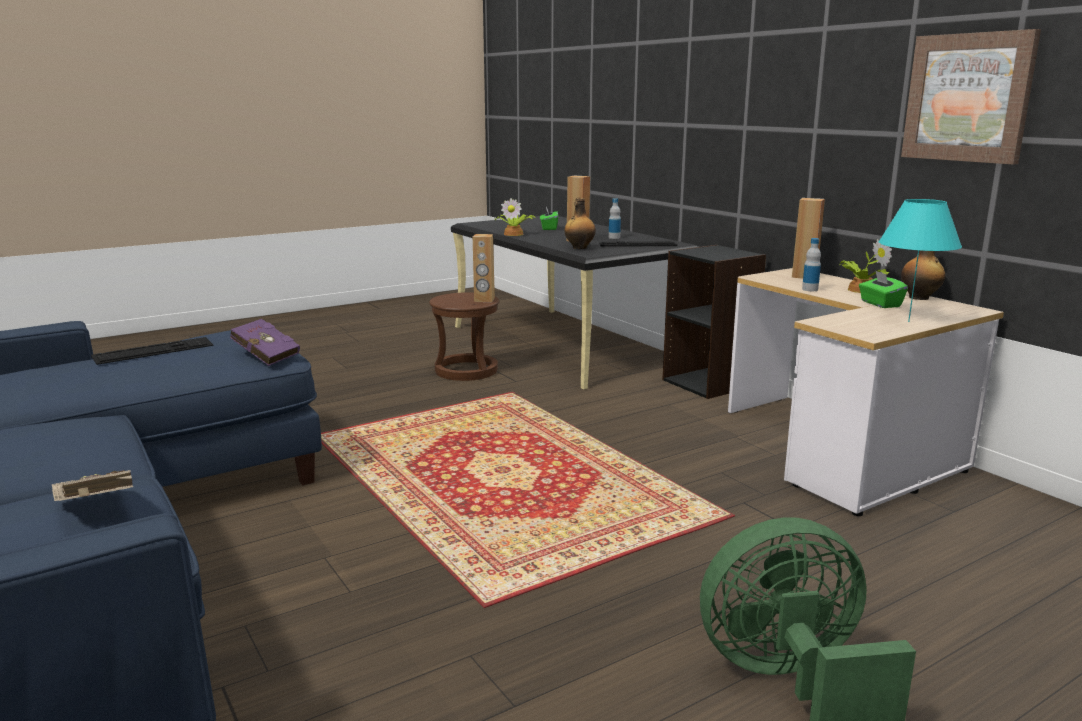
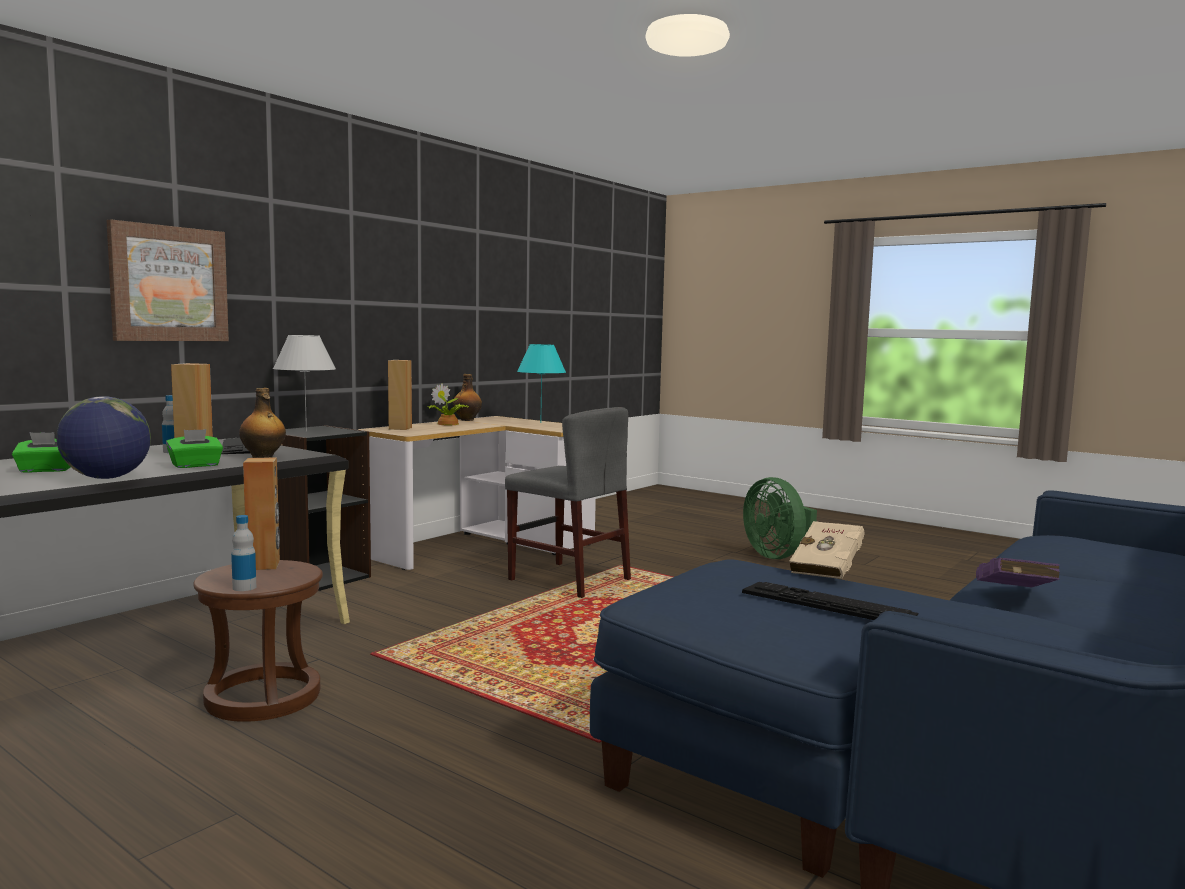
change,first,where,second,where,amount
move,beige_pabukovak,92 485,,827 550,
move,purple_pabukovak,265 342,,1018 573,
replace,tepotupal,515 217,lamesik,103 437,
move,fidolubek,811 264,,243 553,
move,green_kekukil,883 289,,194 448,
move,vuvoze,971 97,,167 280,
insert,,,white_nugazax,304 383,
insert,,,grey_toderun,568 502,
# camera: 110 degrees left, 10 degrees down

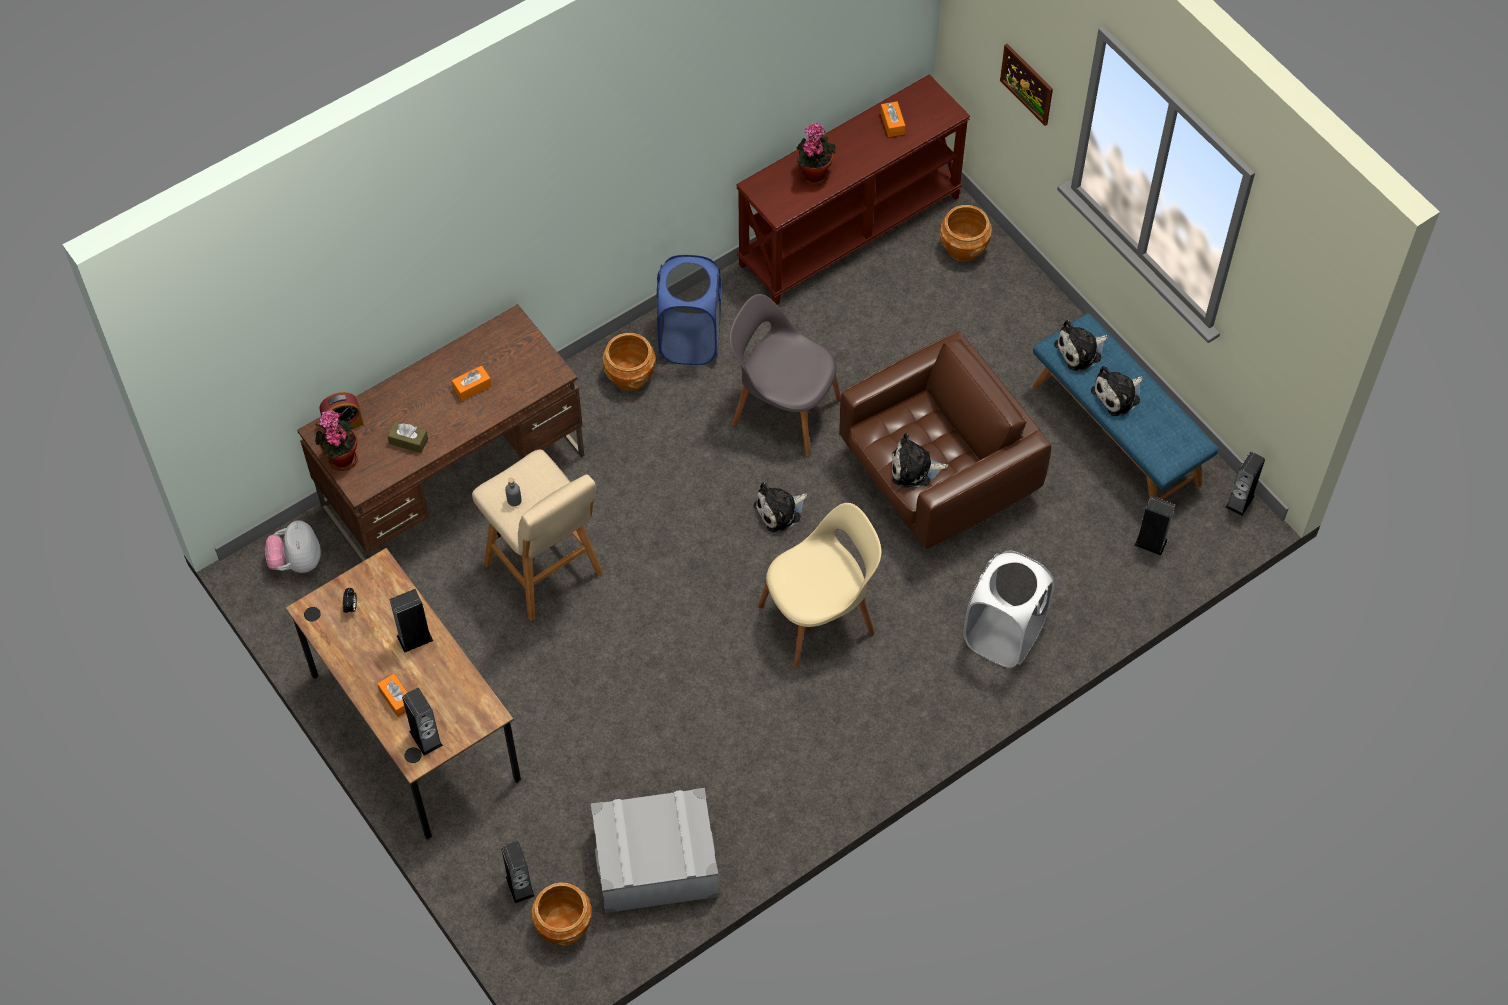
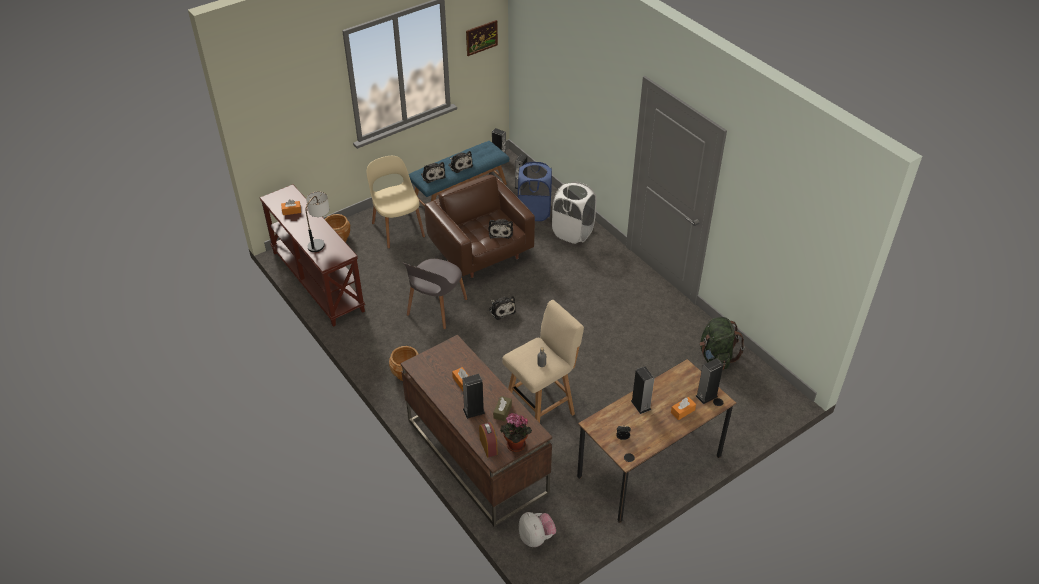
change,first,where,second,where,amount
rotate,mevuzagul,293 546,,537 529,105 degrees counterclockwise
move,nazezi,518 872,,473 396,
delete,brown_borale,562 914,,,
replace,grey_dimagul,655 850,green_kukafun,722 343,
move,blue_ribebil,688 310,,535 191,
move,beige_toderun,819 586,,396 202,
replace,tepotupal,816 153,nugazax,318 221,
move,vuvoze,1026 85,,482 38,
# camera: 90 degrees left, 15 degrees down

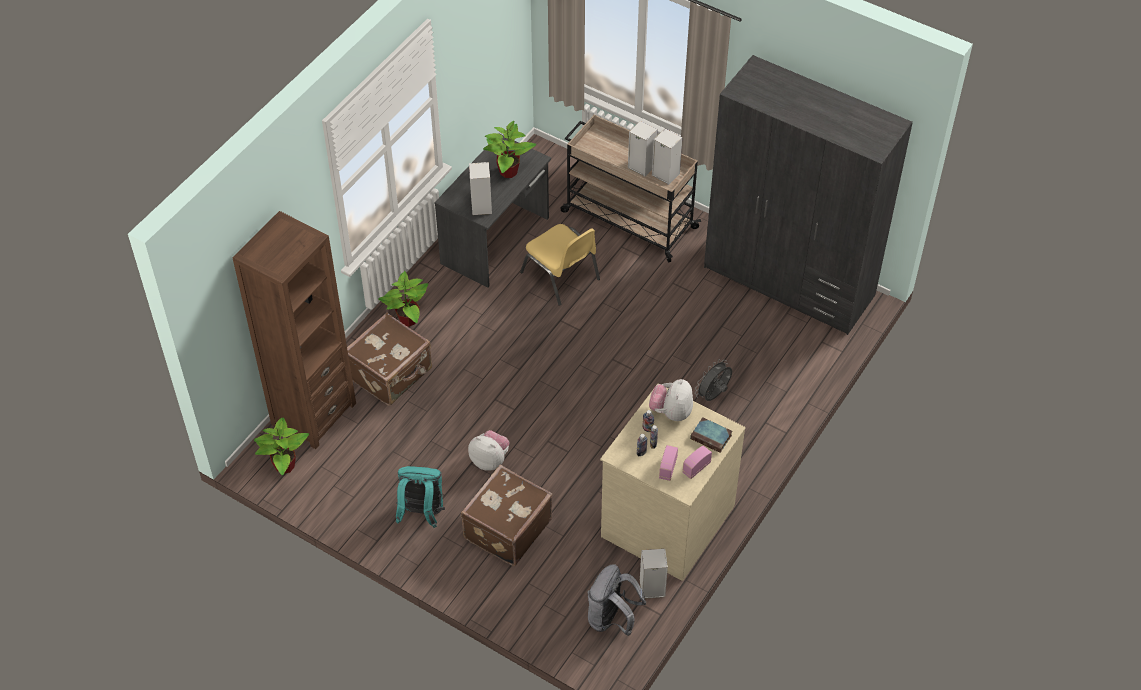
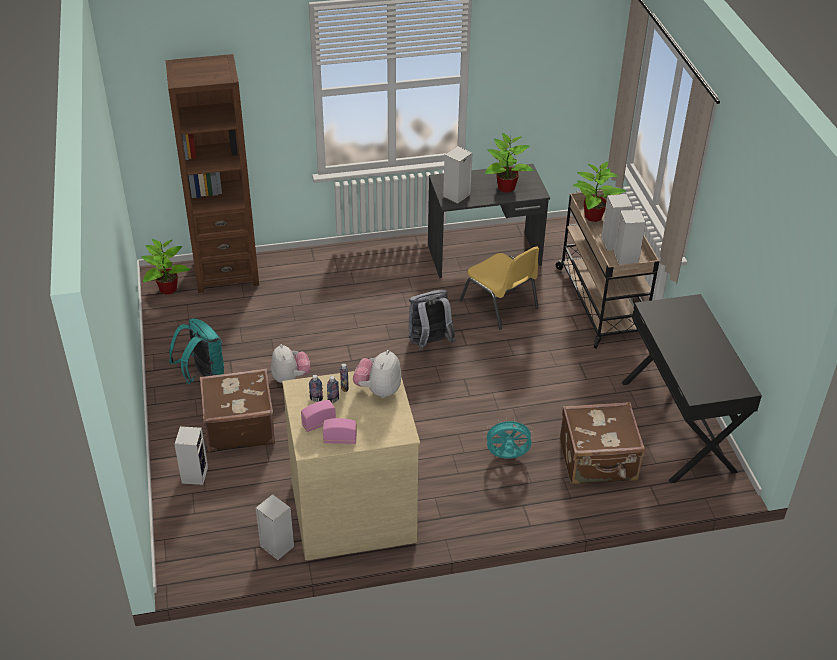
change,first,where,second,where,amount
move,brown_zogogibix,389 359,,602 443,
move,tepotupal,403 299,,599 192,
rotate,yellow_toderun,560 265,,499 288,45 degrees counterclockwise
move,grey_kukafun,616 600,,432 320,
rotate,mevuzagul,671 400,,377 374,45 degrees counterclockwise
delete,pabukovak,711 435,,,
recolor,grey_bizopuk,713 380,turquoise_bizopuk,509 438,
replace,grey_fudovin,808 195,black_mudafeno,692 388,
insert,,,nazezi,191 455,
# camera: 45 degrees right, 10 degrees down

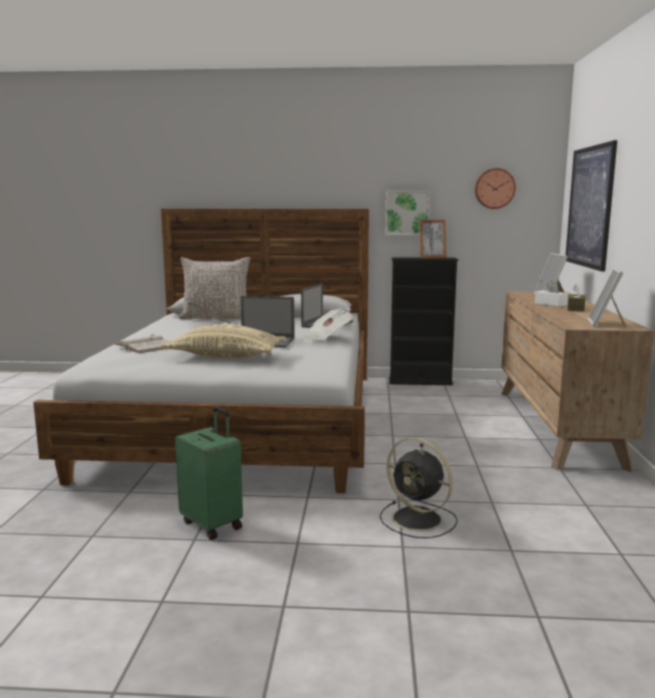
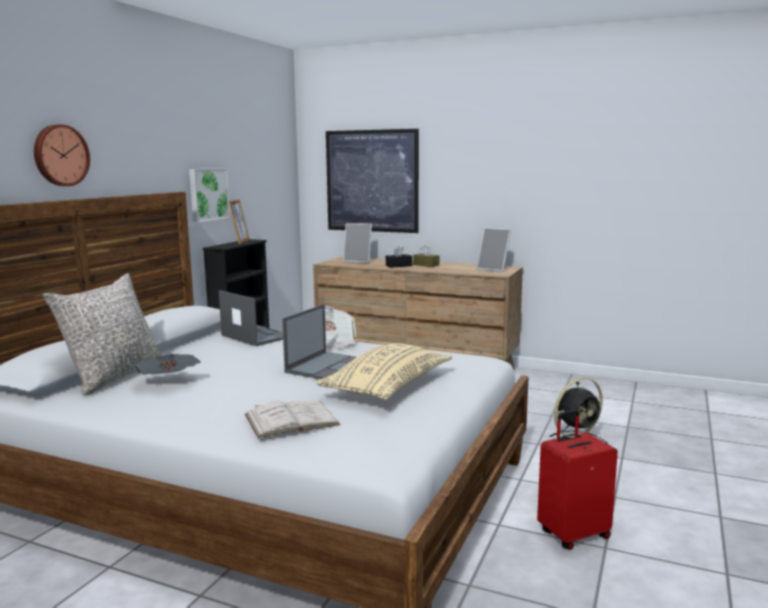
change,first,where,second,where,amount
recolor,green_zogogibix,209 473,red_zogogibix,577 480,
move,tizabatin,495 188,,62 155,
recolor,white_kekukil,551 294,black_kekukil,399 257,
# camera: 70 degrees left, 0 degrees up

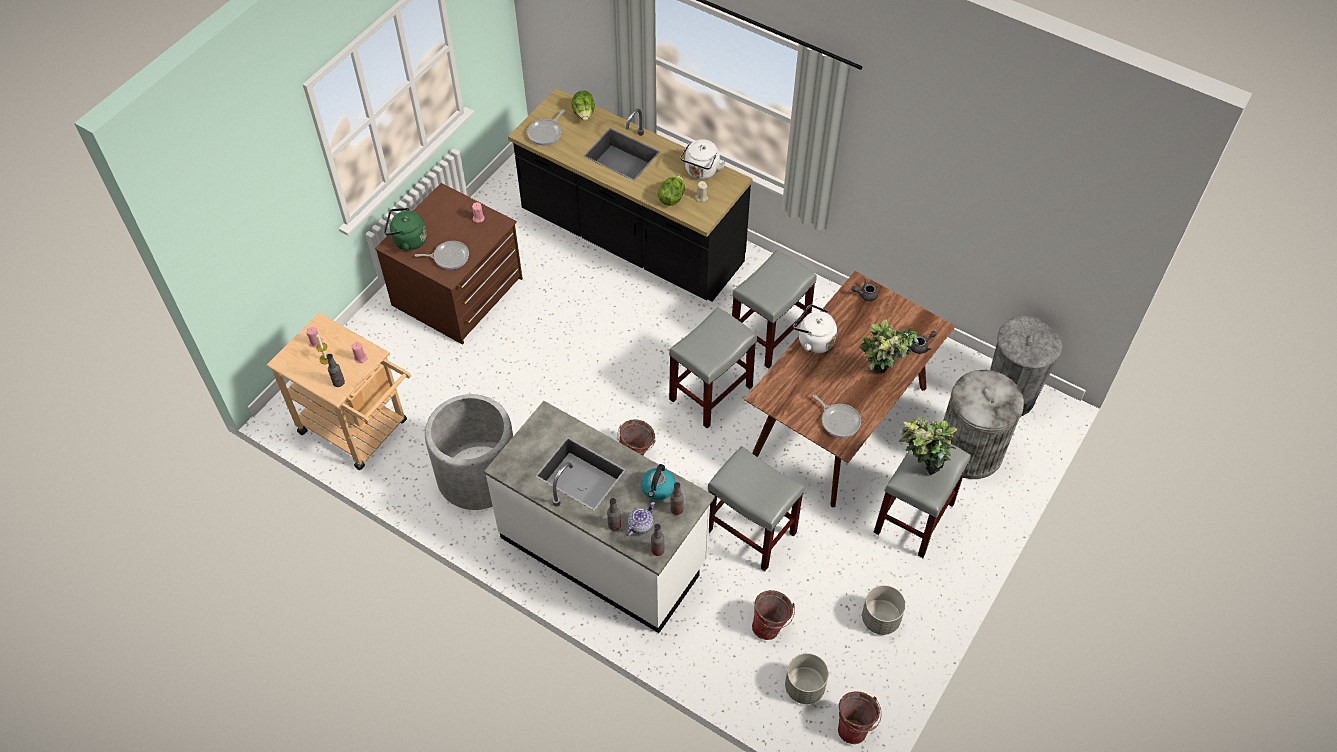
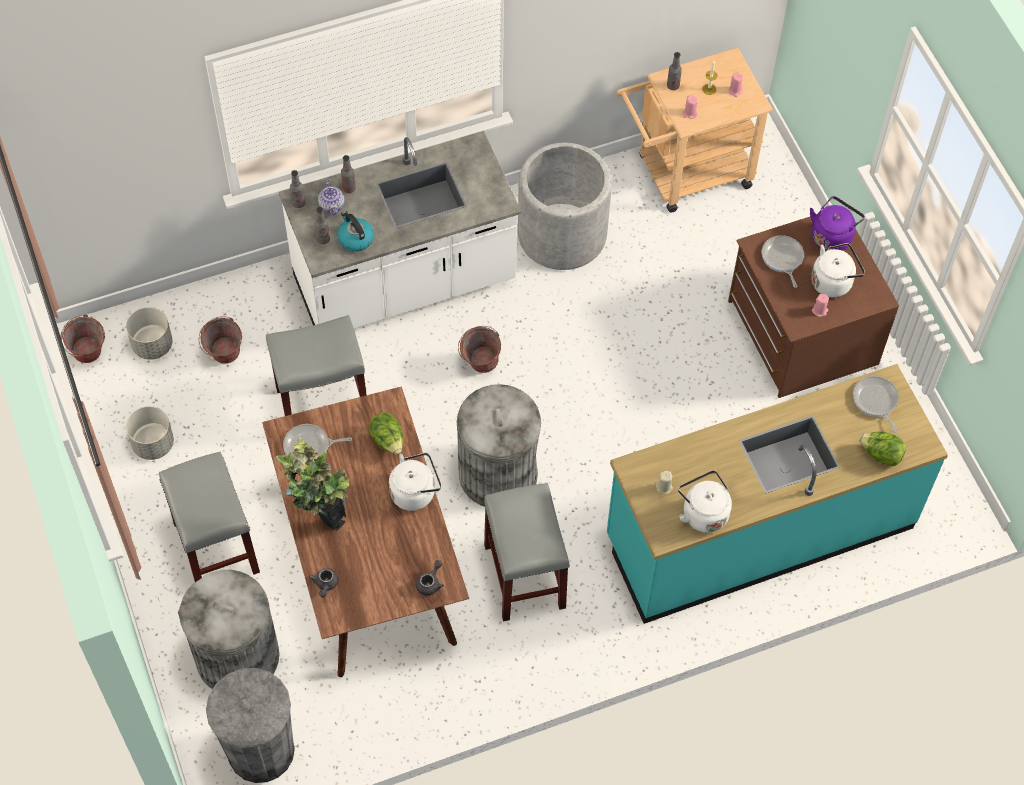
change,first,where,second,where,amount
recolor,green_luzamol,405 229,purple_luzamol,837 223,
rotate,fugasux,442 255,,783 261,135 degrees clockwise
recolor,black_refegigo,630 195,turquoise_refegigo,777 494,
move,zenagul,671 191,,386 433,
replace,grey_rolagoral,713 368,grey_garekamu,499 445,
delete,tepotupal,928 445,,,
insert,,,white_luzamol,838 270,
# camera: 125 degrees right, 5 degrees up

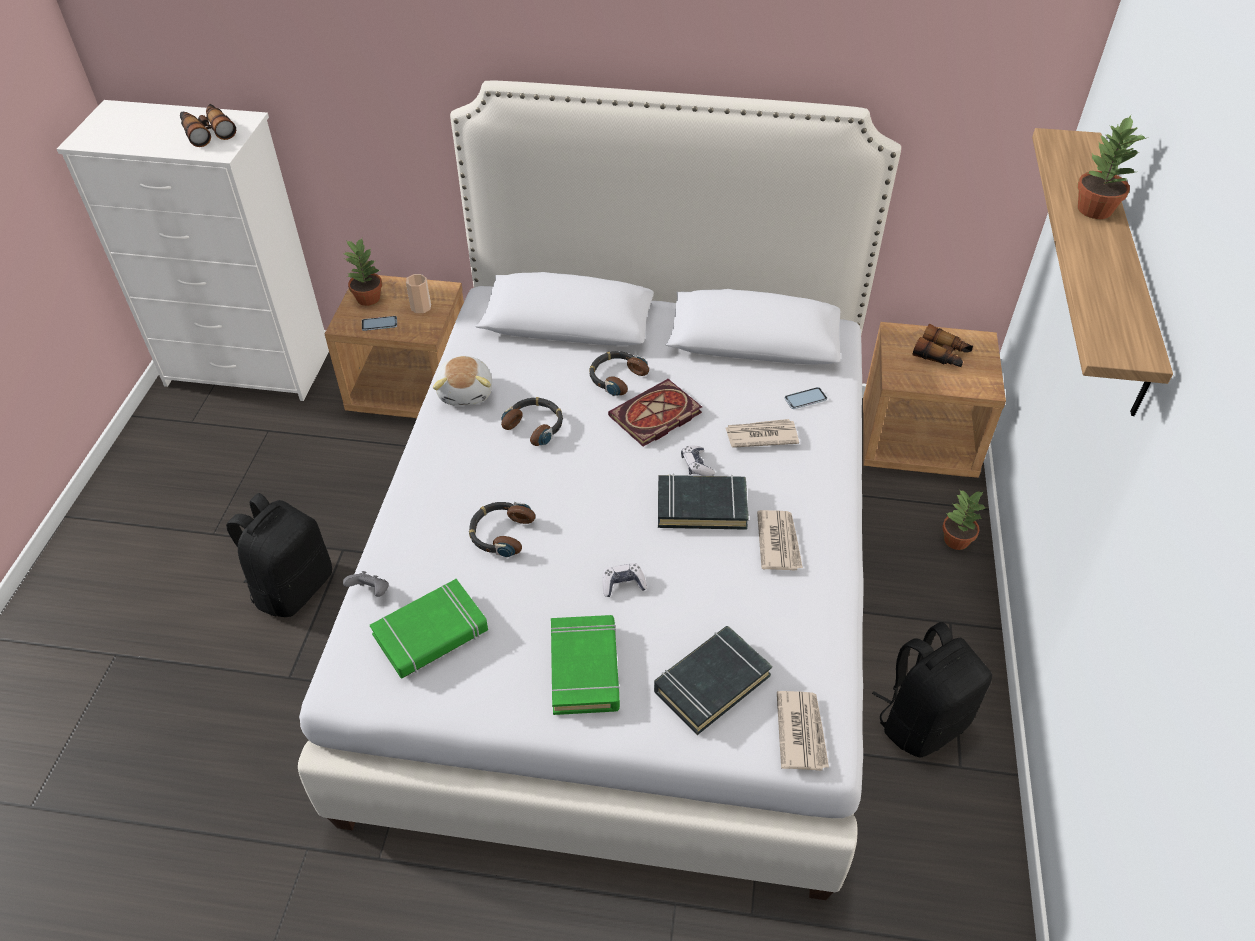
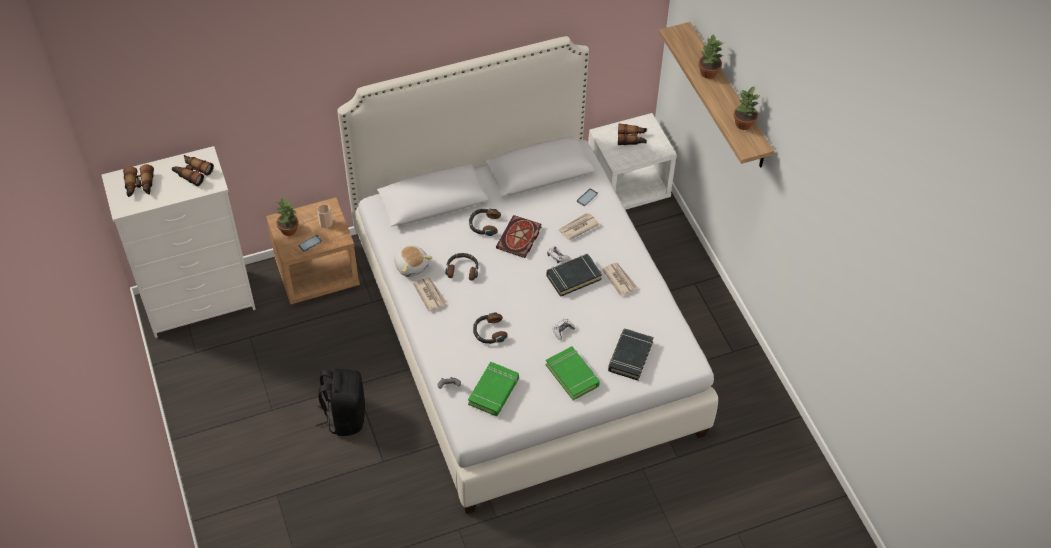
change,first,where,second,where,amount
move,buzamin,803 731,,430 294,
recolor,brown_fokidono,934 400,white_fokidono,632 161,
delete,black_kukafun,932 690,,,
move,tepotupal,964 519,,746 108,
insert,,,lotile,138 181,
# camera: 30 degrees left, 5 degrees up

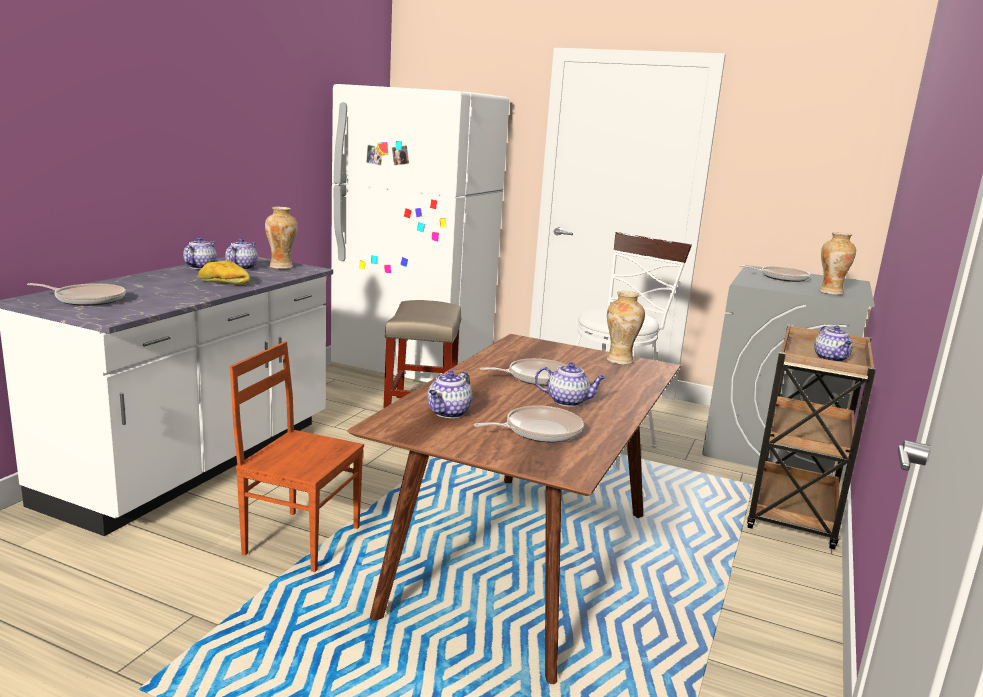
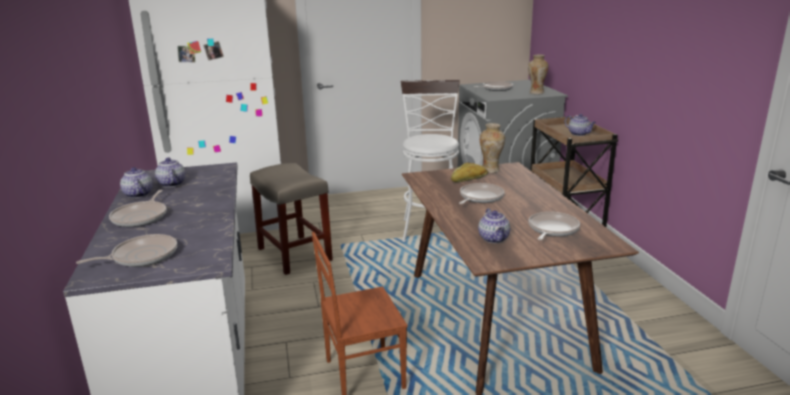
change,first,where,second,where,amount
move,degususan,224 272,,469 172,
delete,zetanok,281 238,,,
delete,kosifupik,570 384,,,
insert,,,fugasux,138 208,
# camera: 35 degrees left, 5 degrees up

